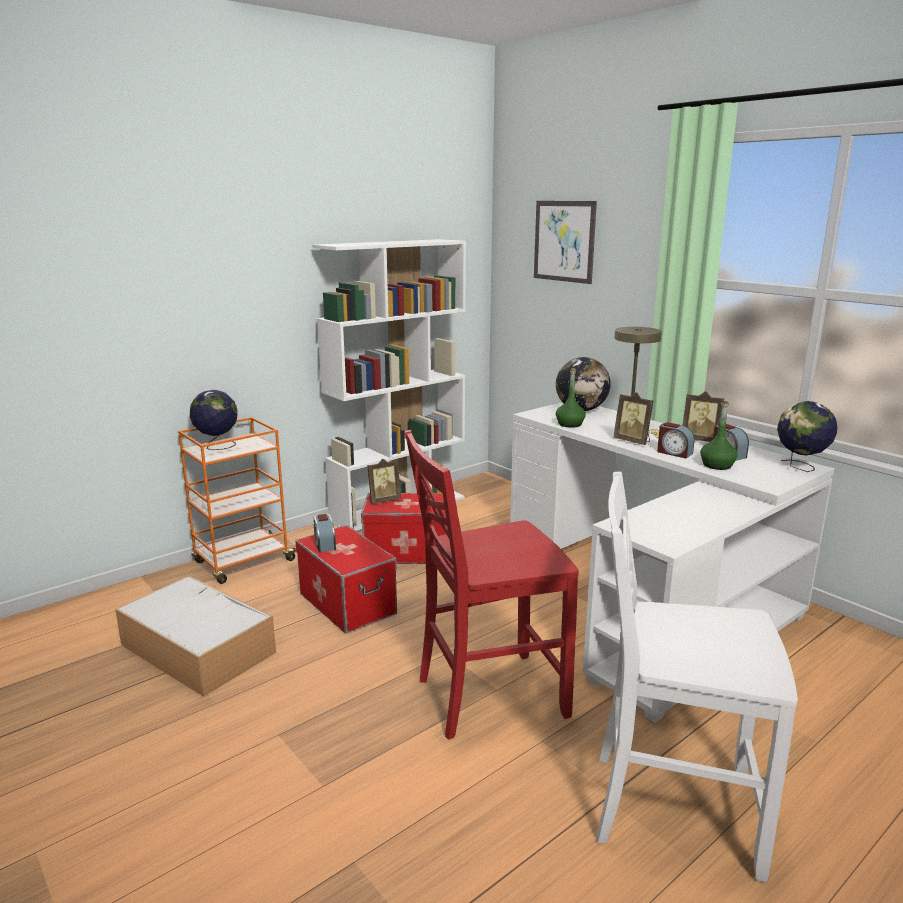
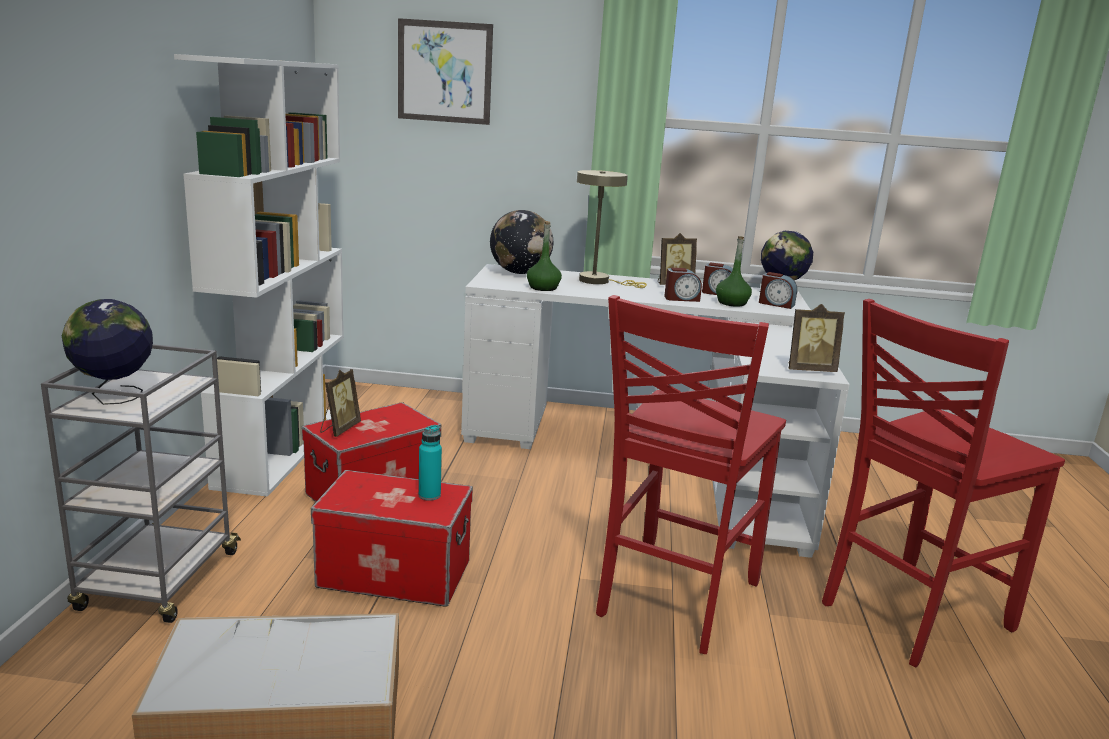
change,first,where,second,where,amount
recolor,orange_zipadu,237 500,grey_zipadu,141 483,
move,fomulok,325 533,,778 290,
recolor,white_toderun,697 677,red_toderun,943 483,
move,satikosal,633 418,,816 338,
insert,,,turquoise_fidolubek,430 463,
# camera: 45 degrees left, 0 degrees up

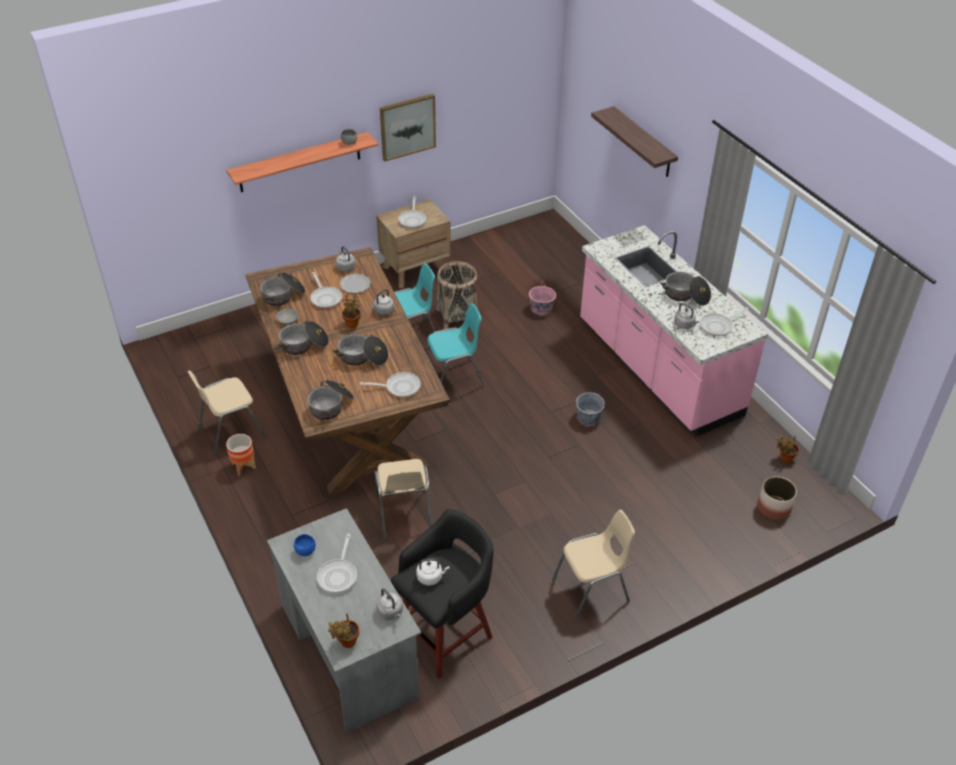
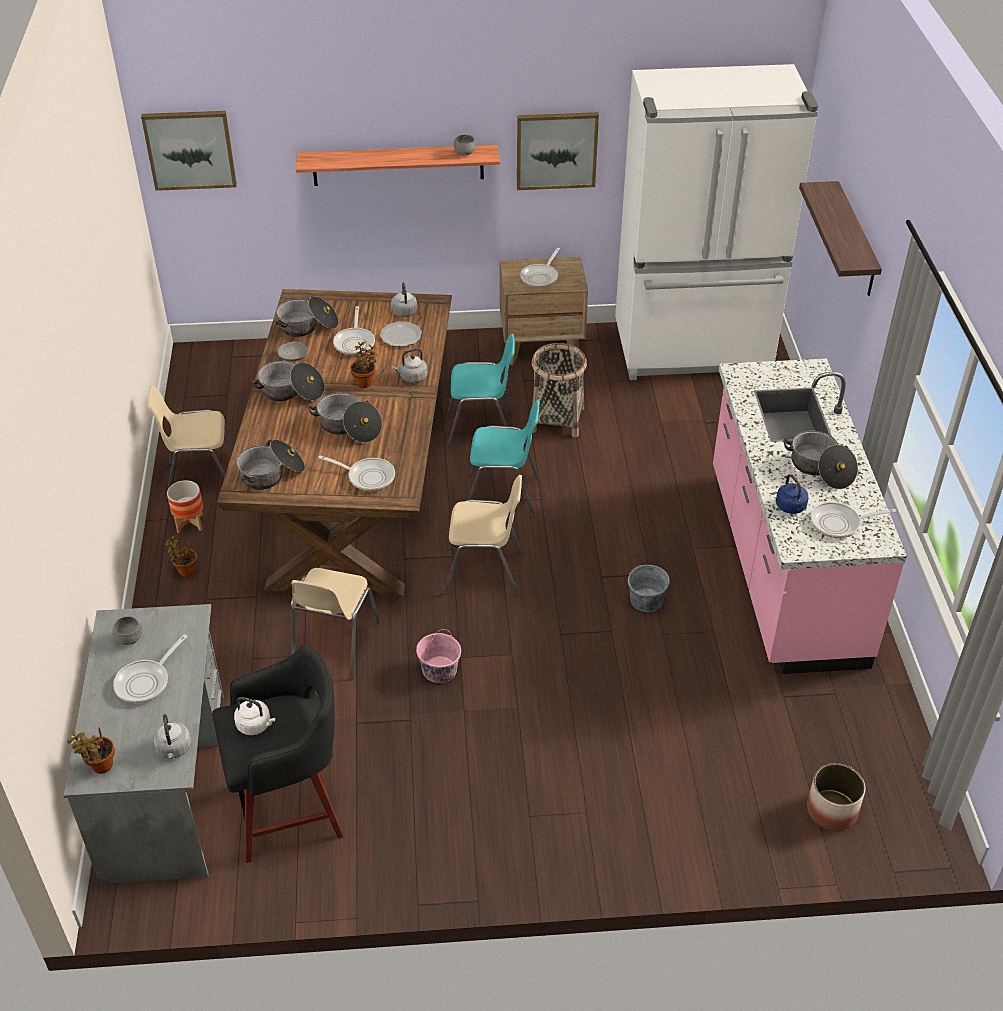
change,first,where,second,where,amount
recolor,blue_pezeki,305 545,grey_pezeki,127 630,
move,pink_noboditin,542 298,,438 656,
move,beige_toderun,593 566,,482 535,
recolor,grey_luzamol,686 316,blue_luzamol,792 494,
move,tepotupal,788 449,,181 556,
insert,,,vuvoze,189 151,
insert,,,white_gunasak,716 222,
# camera: 25 degrees right, 0 degrees up

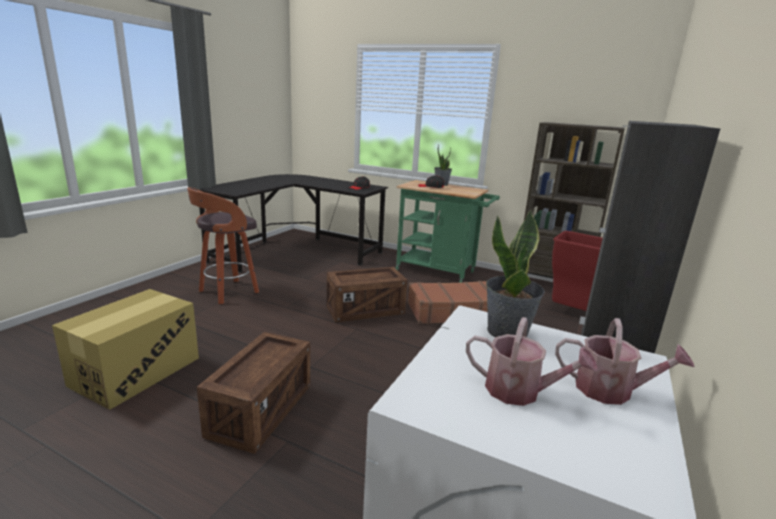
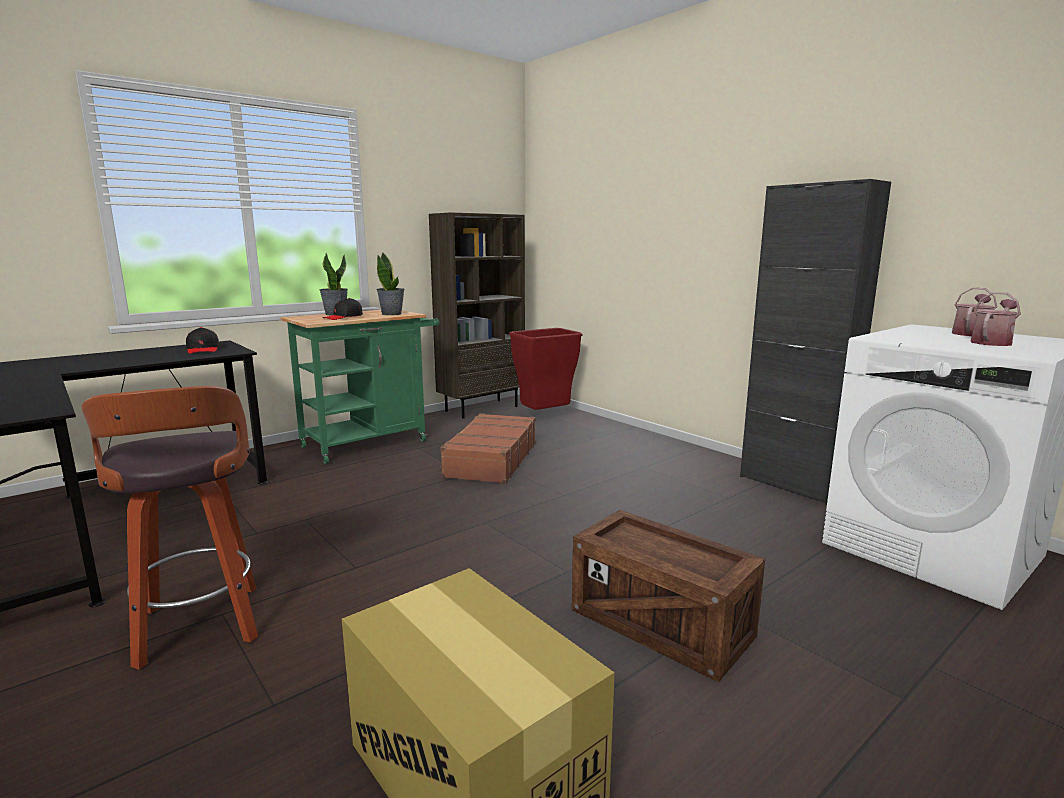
change,first,where,second,where,amount
delete,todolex,367 295,,,
move,tepotupal,515 273,,390 284,
# camera: 65 degrees left, 5 degrees down

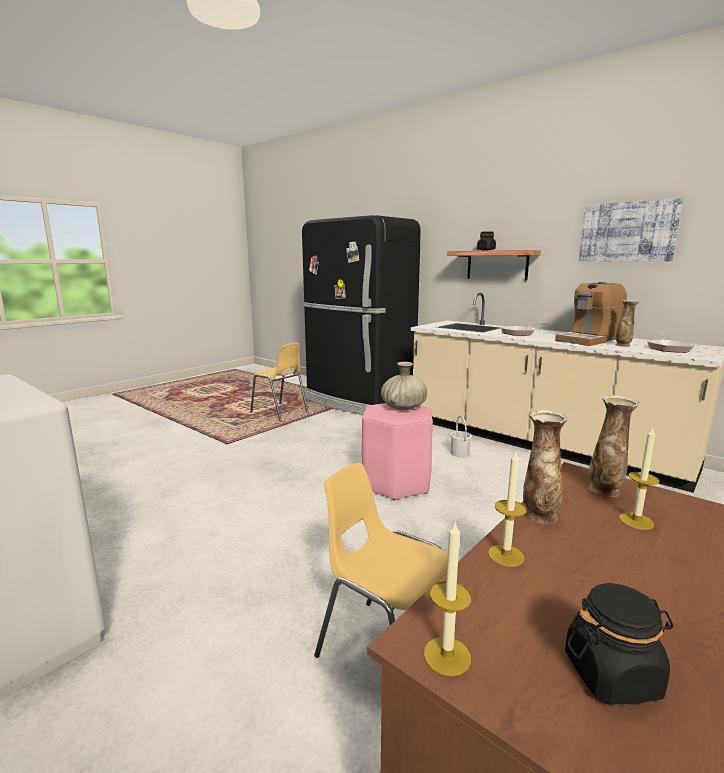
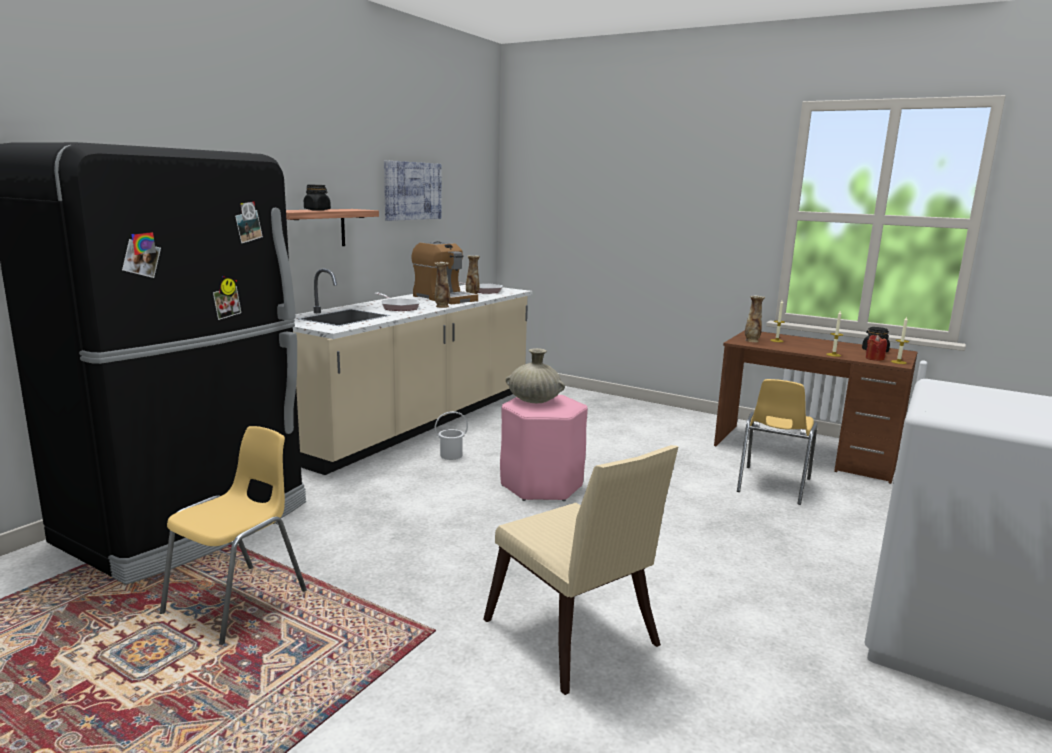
change,first,where,second,where,amount
move,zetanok,546 467,,442 285,
insert,,,beige_toderun,581 570,
insert,,,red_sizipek,876 348,
# camera: 100 degrees left, 0 degrees up

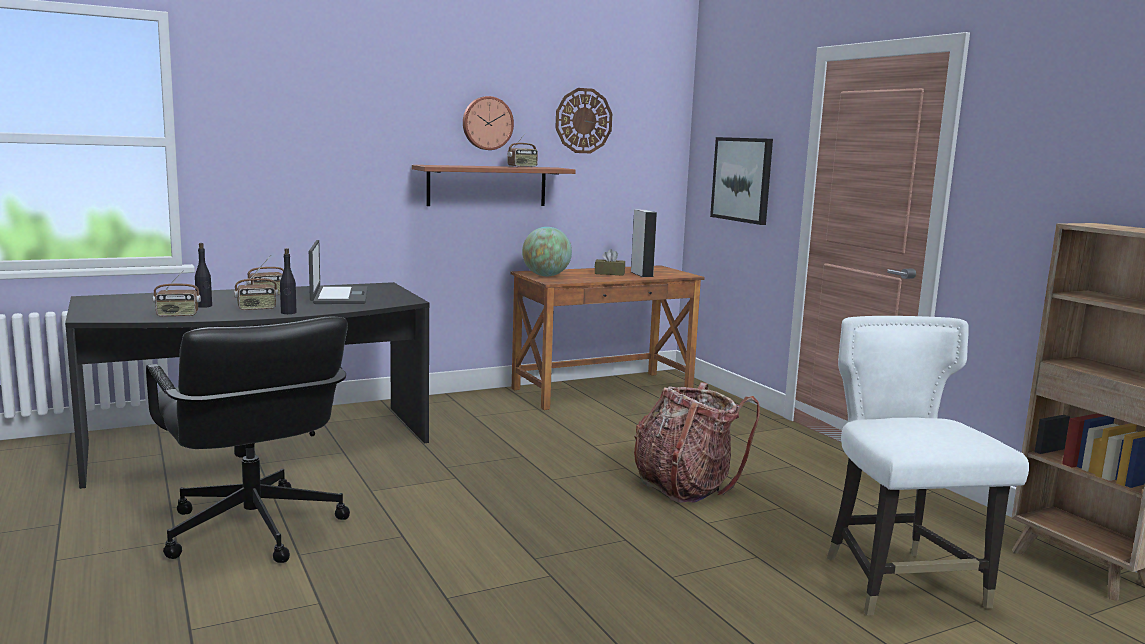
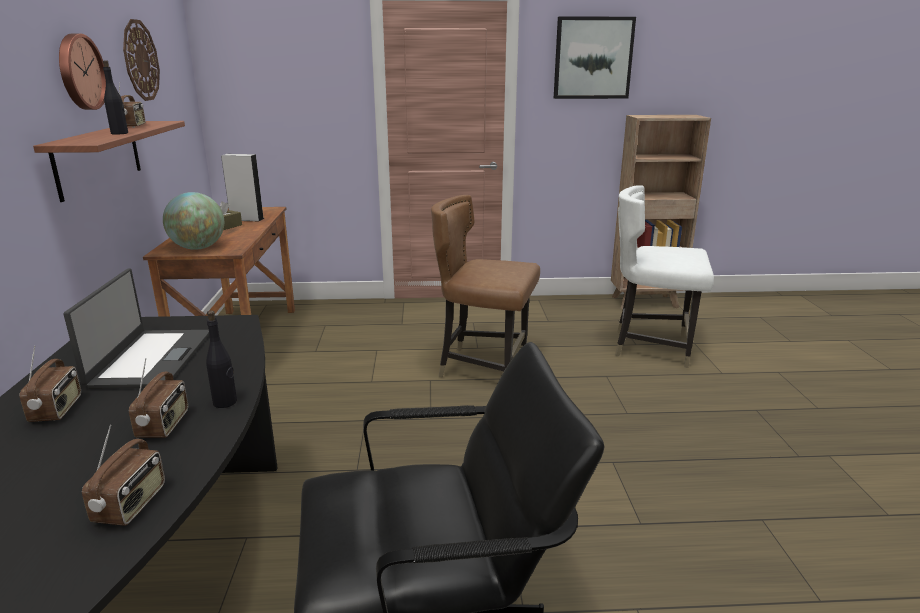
change,first,where,second,where,amount
move,black_fidolubek,203 275,,115 97,
rotate,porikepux,338 272,,136 328,75 degrees clockwise
replace,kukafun,697 442,brown_toderun,485 286,
move,vuvoze,741 181,,595 57,
# camera: 65 degrees left, 10 degrees up

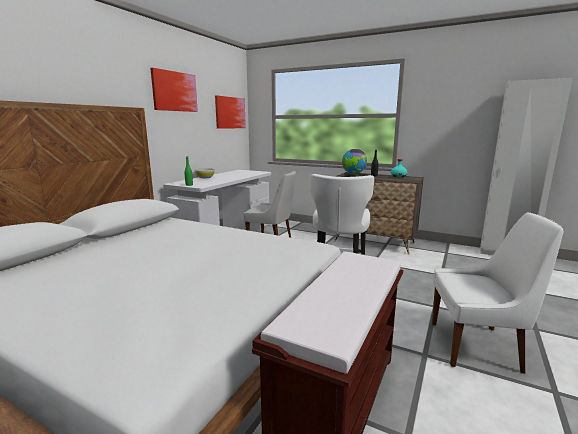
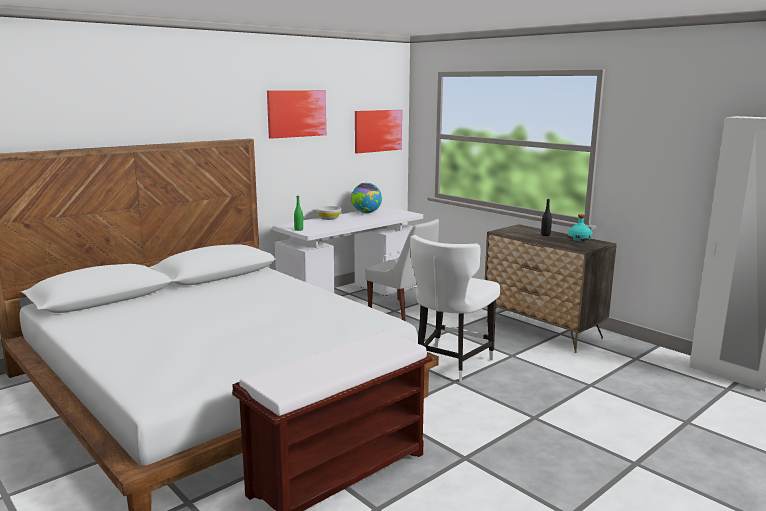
change,first,where,second,where,amount
move,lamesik,354 161,,366 198,
delete,white_toderun,497 293,,,
# camera: 20 degrees right, 0 degrees up

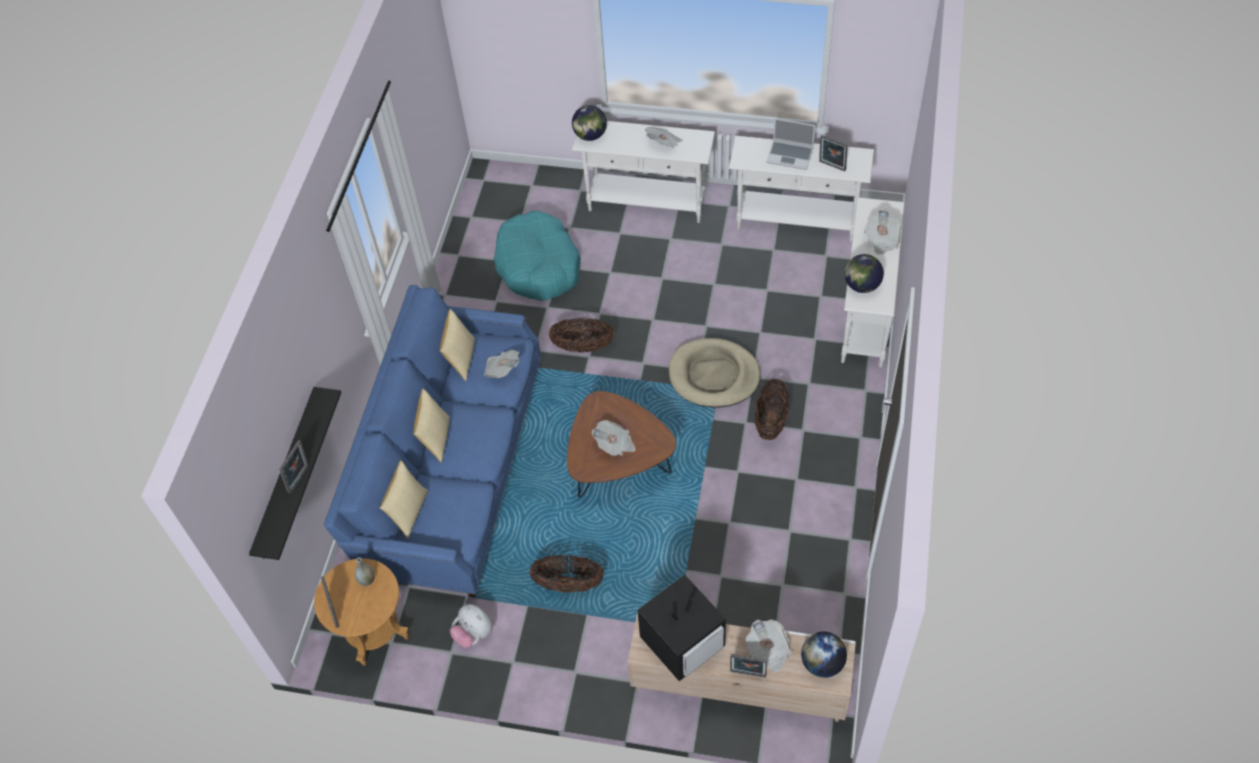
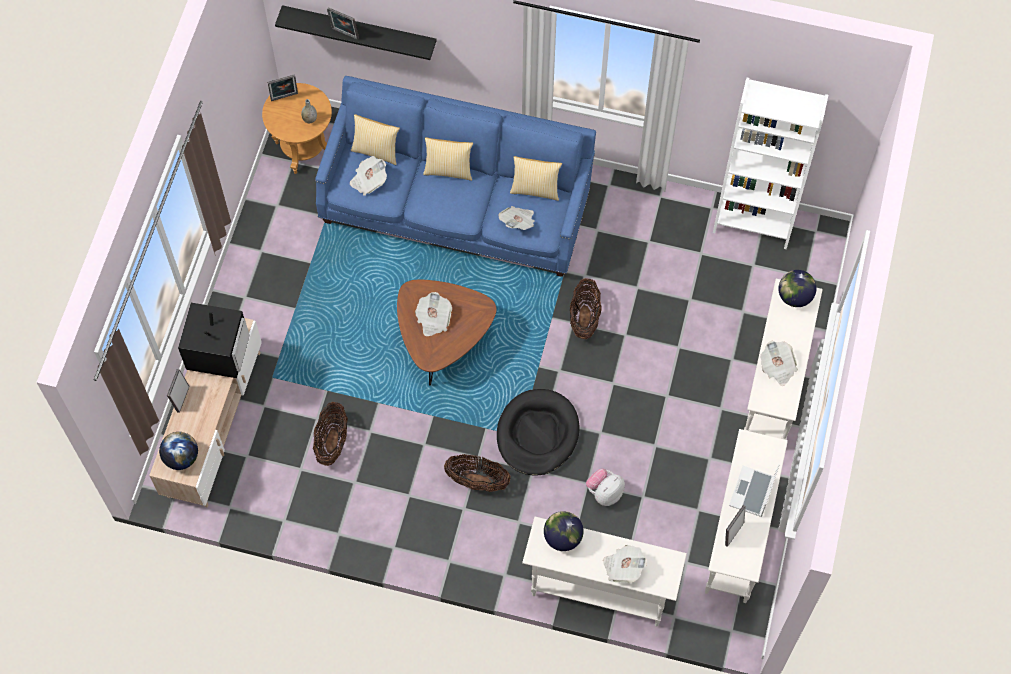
change,first,where,second,where,amount
move,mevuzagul,471 626,,605 487,
delete,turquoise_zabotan,537 256,,,
move,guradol,566 573,,330 434,
rotate,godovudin,681 627,,214 340,135 degrees counterclockwise
recolor,beige_zabotan,715 373,black_zabotan,538 432,
move,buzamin,769 646,,368 176,
insert,,,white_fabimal,770 163,
# camera: 90 degrees right, 10 degrees up

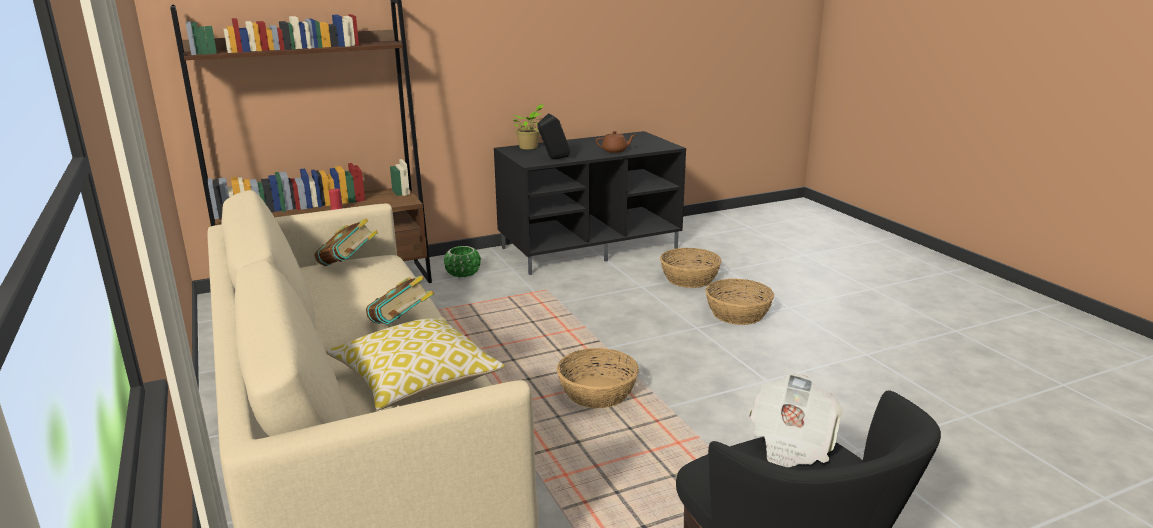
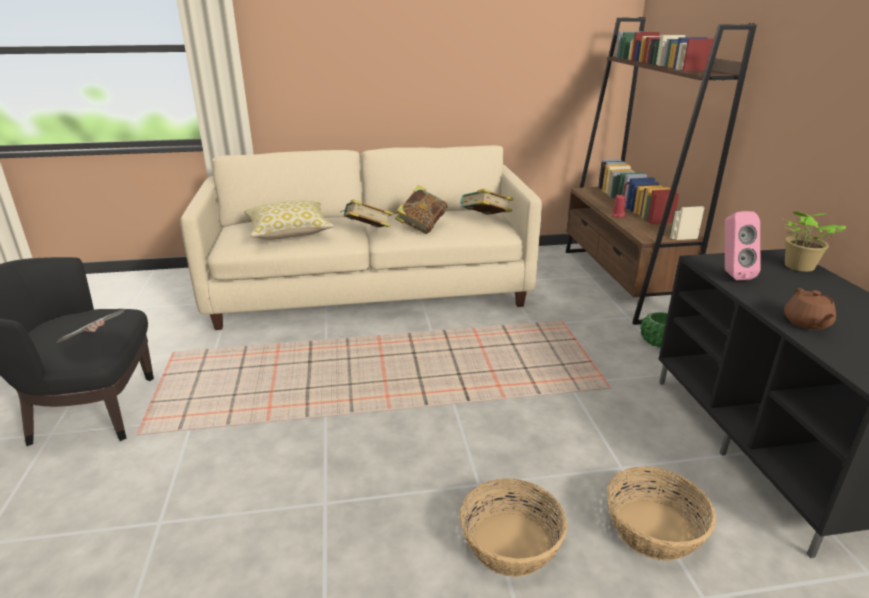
change,first,where,second,where,amount
recolor,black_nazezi,554 136,pink_nazezi,742 245,
delete,guradol,598 378,,,
insert,,,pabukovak,421 209,
# camera: 105 degrees right, 5 degrees up

